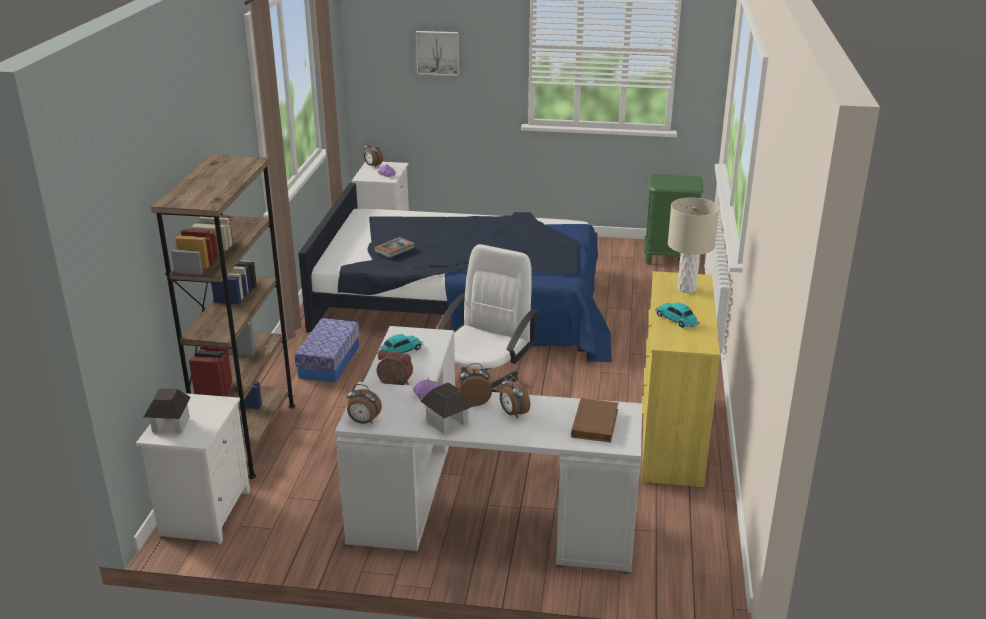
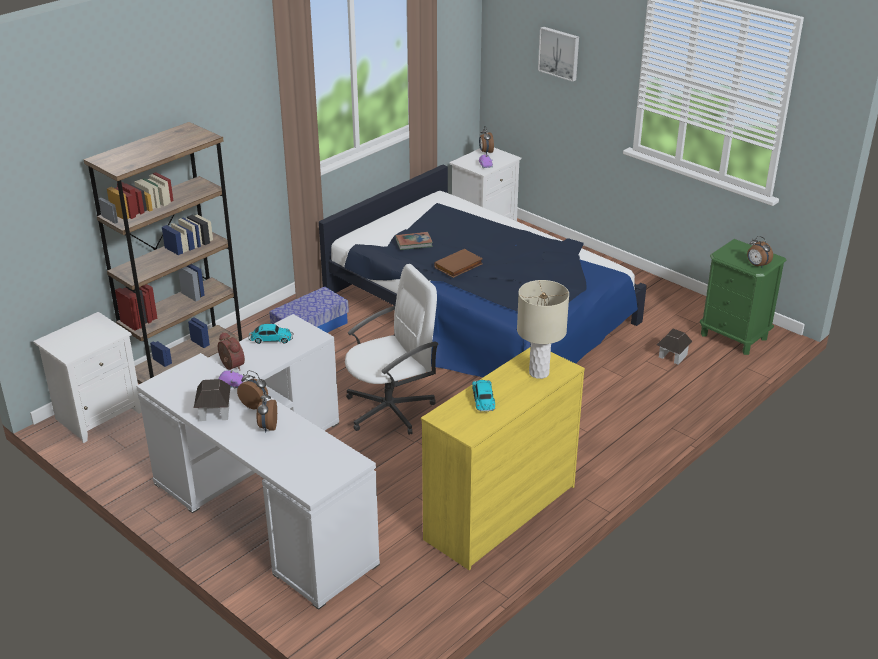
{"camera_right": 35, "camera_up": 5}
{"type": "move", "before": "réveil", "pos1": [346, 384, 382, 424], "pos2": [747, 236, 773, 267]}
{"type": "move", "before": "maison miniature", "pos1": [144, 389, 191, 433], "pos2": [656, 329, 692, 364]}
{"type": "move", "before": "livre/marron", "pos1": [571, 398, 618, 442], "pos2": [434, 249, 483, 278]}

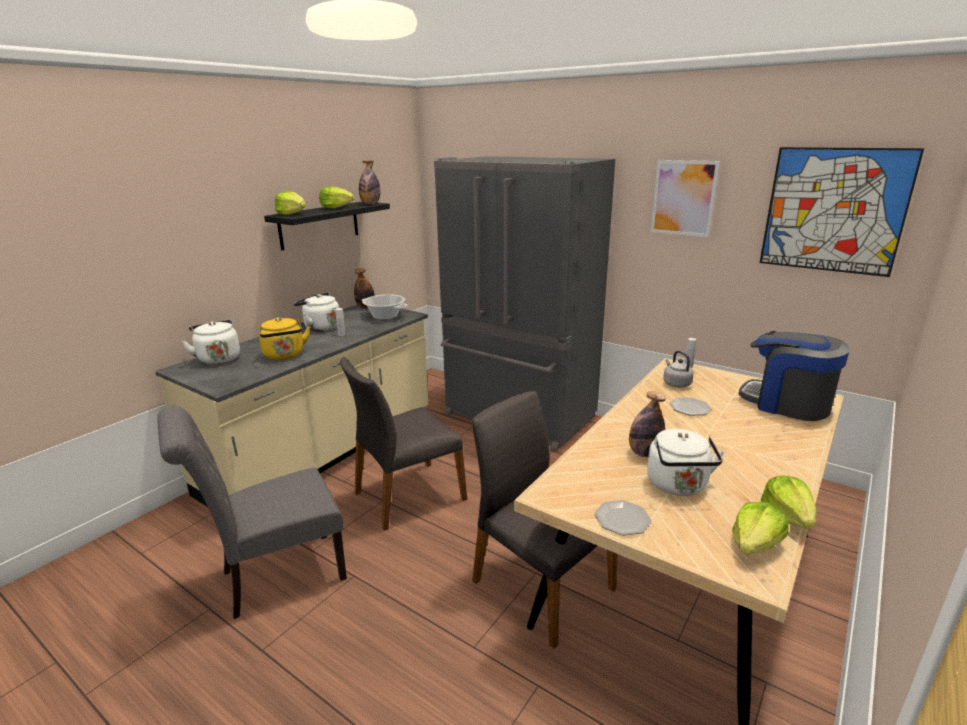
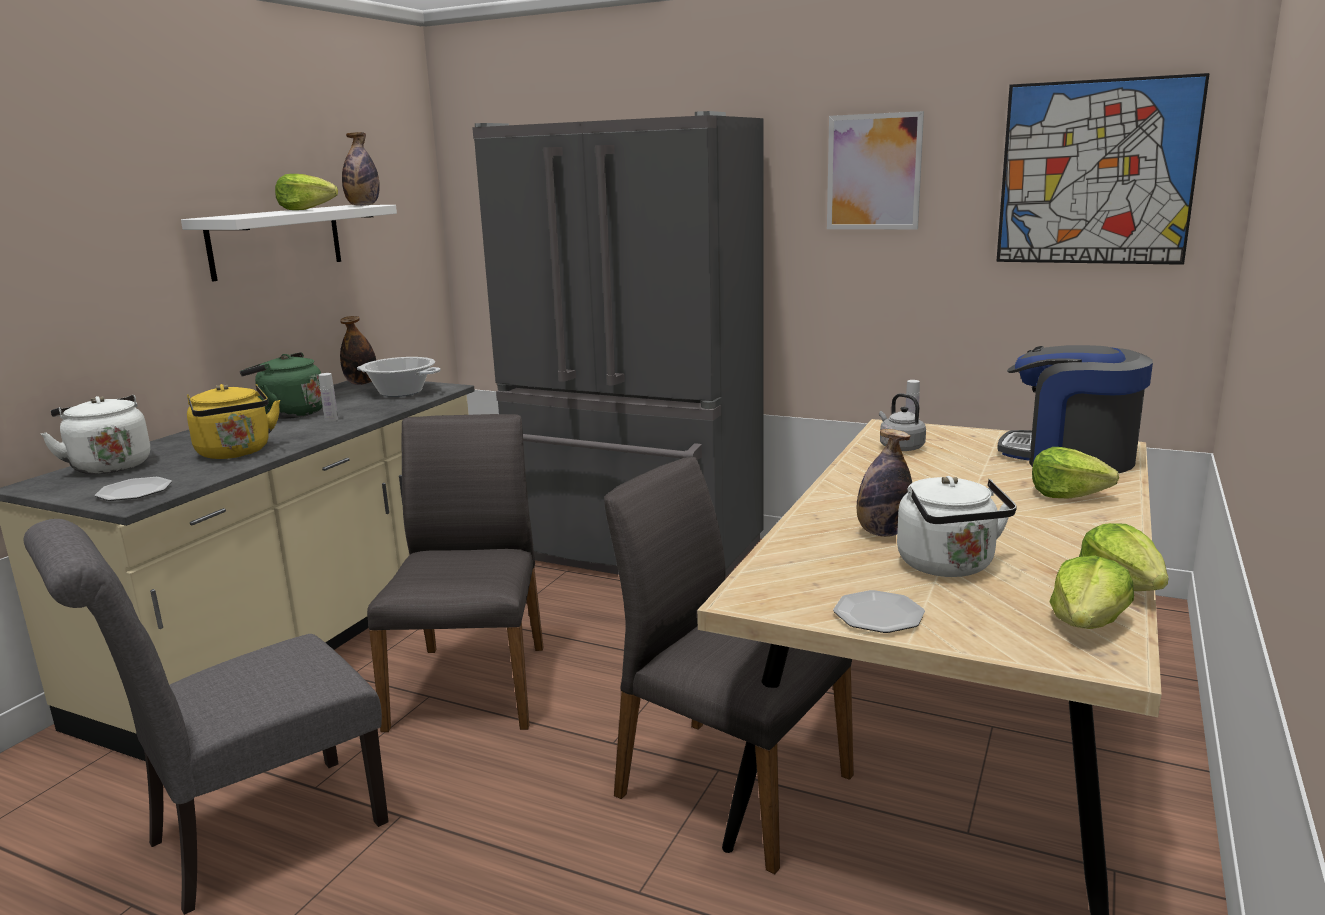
{"camera_right": -10, "camera_up": -5}
{"type": "move", "before": "laitue", "pos1": [275, 191, 306, 215], "pos2": [1032, 447, 1119, 499]}
{"type": "recolor", "before": "étagère/noir", "after": "étagère/blanc", "pos1": [264, 202, 390, 250], "pos2": [181, 205, 397, 282]}
{"type": "recolor", "before": "bouilloire/blanc", "after": "bouilloire/vert", "pos1": [294, 293, 339, 332], "pos2": [240, 352, 323, 419]}
{"type": "rotate", "before": "chaise/gris", "pos1": [340, 357, 467, 531], "pos2": [367, 414, 544, 732], "turn": 135}
{"type": "move", "before": "assiette", "pos1": [670, 397, 712, 415], "pos2": [95, 477, 172, 501]}

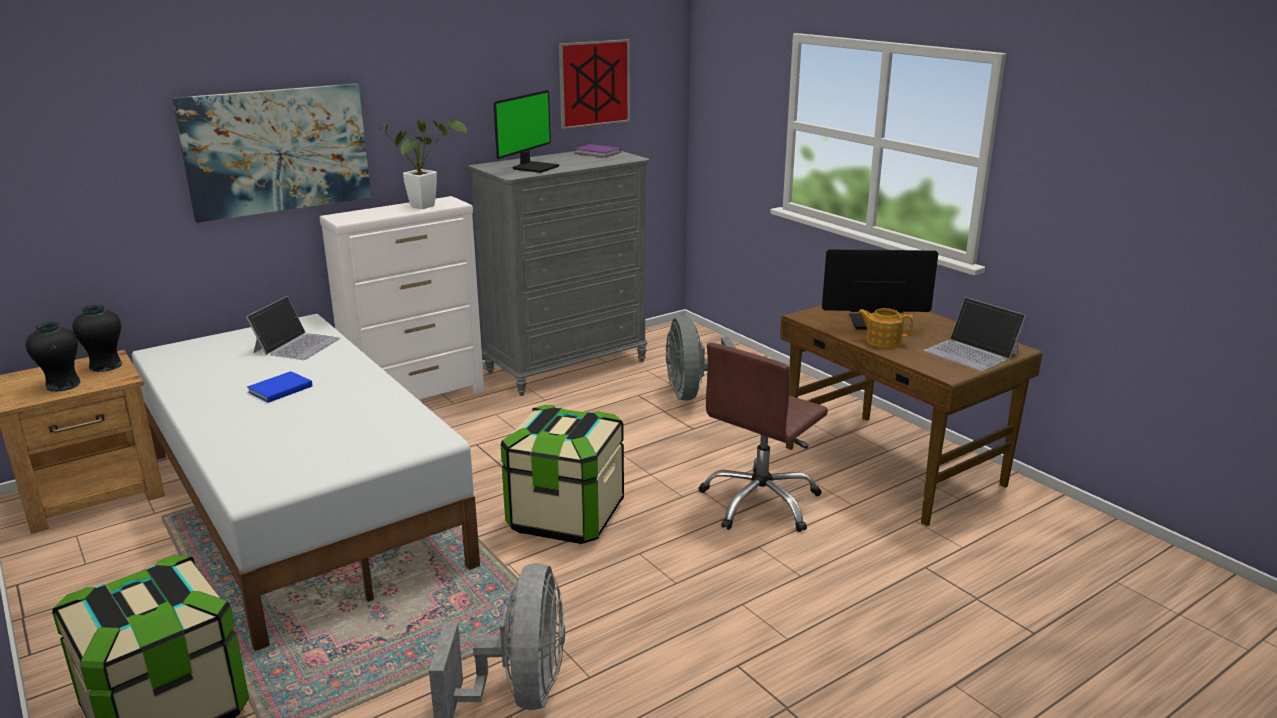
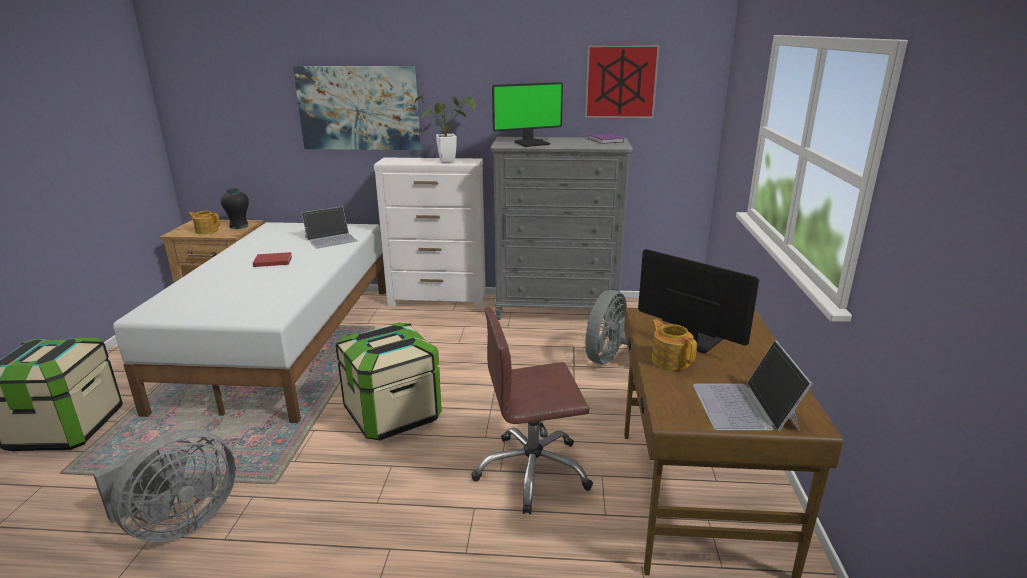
{"camera_right": 40, "camera_up": 0}
{"type": "replace", "before": "vase/noir", "after": "théière", "pos1": [26, 322, 81, 392], "pos2": [188, 211, 220, 234]}
{"type": "recolor", "before": "livre/bleu", "after": "livre/rouge", "pos1": [247, 371, 313, 403], "pos2": [253, 252, 292, 267]}

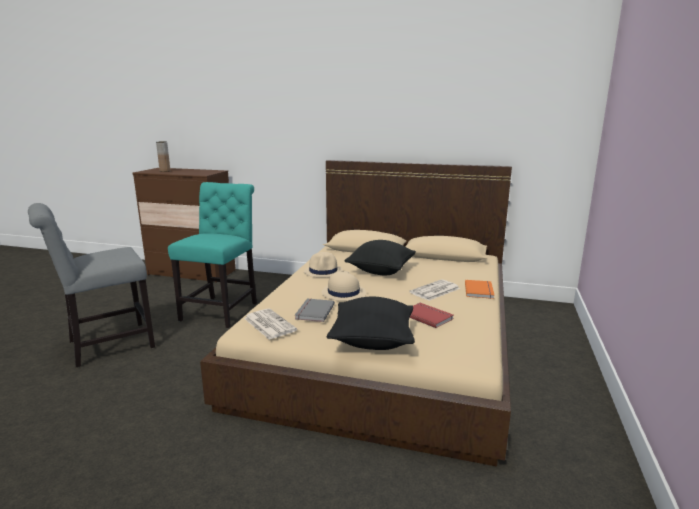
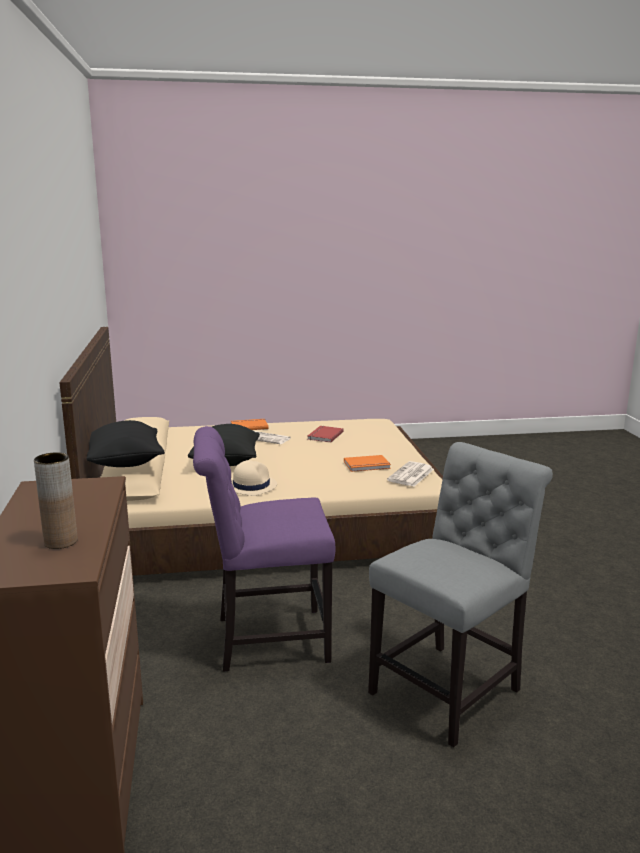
{"camera_right": -115, "camera_up": 0}
{"type": "recolor", "before": "chaise/turquoise", "after": "chaise/violet", "pos1": [168, 182, 257, 328], "pos2": [193, 426, 335, 672]}
{"type": "rotate", "before": "chaise/gris", "pos1": [28, 203, 155, 367], "pos2": [368, 442, 553, 747], "turn": -75}
{"type": "delete", "before": "chapeau/beige", "pos1": [321, 271, 366, 301]}
{"type": "move", "before": "coussin/noir", "pos1": [327, 297, 415, 350], "pos2": [86, 420, 165, 467]}
{"type": "recolor", "before": "livre/gris", "after": "livre/orange", "pos1": [295, 299, 335, 322], "pos2": [344, 455, 391, 472]}

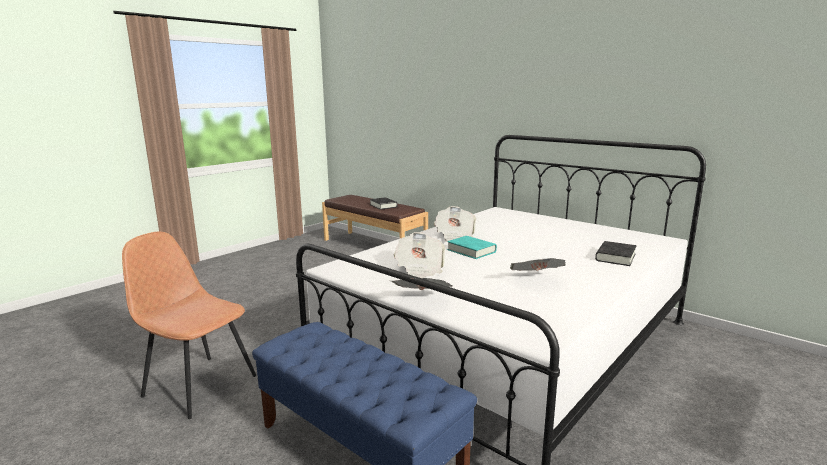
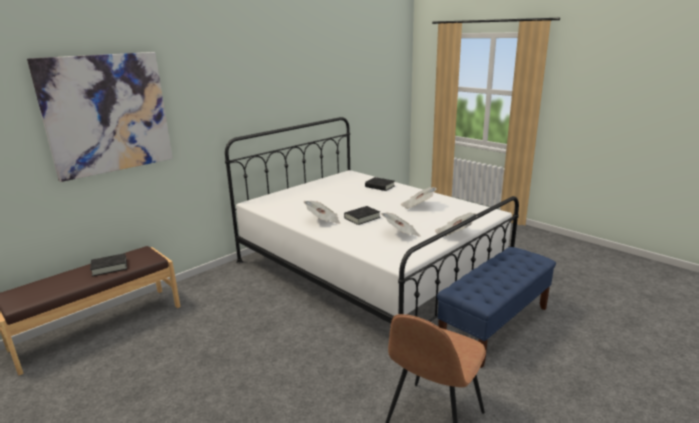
{"camera_right": -85, "camera_up": 5}
{"type": "recolor", "before": "livre/turquoise", "after": "livre/noir", "pos1": [447, 236, 497, 259], "pos2": [344, 206, 380, 225]}
{"type": "insert", "after": "tableau", "pos2": [27, 52, 173, 182]}

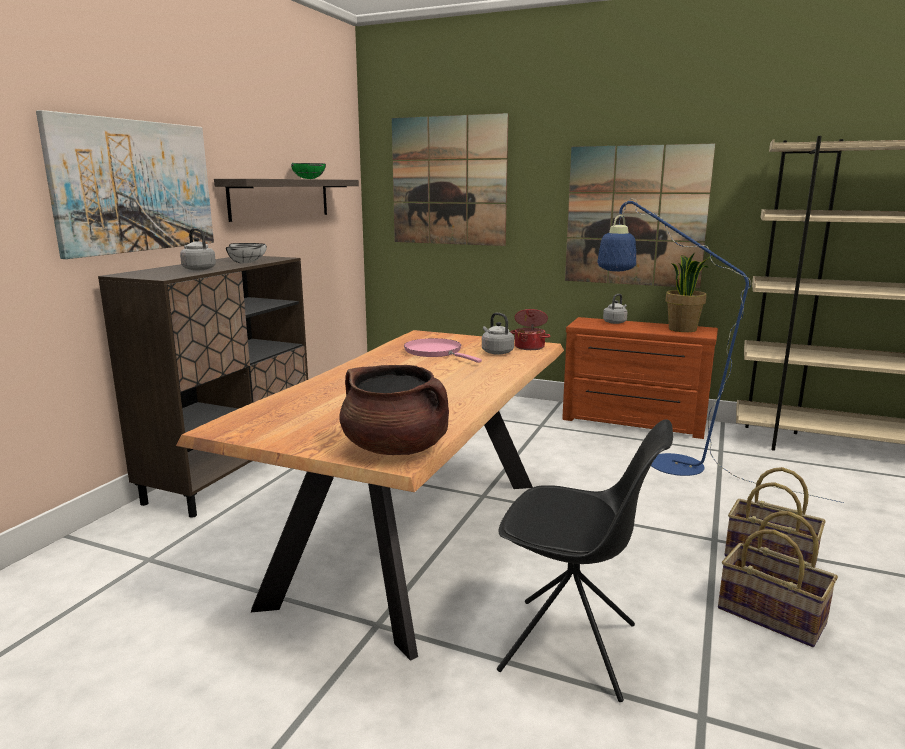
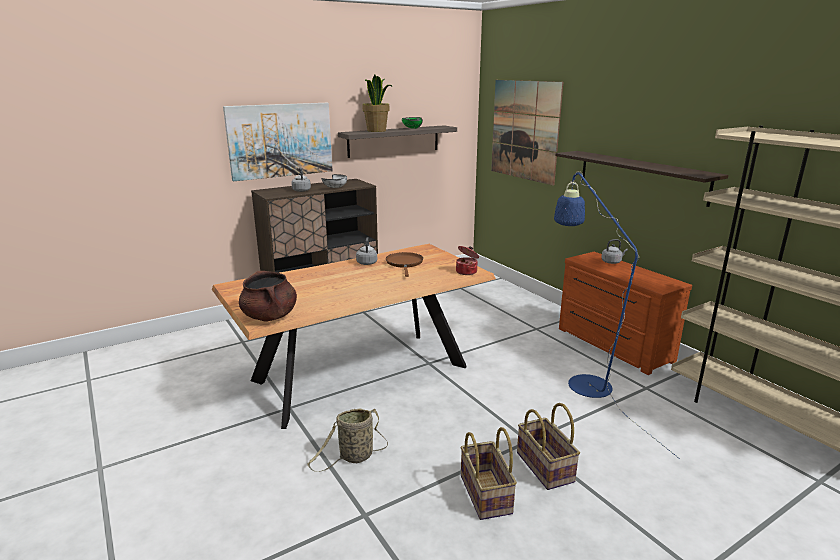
{"camera_right": 35, "camera_up": 5}
{"type": "replace", "before": "tableau", "after": "étagère", "pos1": [565, 144, 715, 288], "pos2": [555, 151, 729, 207]}
{"type": "move", "before": "plante en pot", "pos1": [666, 253, 713, 332], "pos2": [362, 75, 393, 132]}
{"type": "move", "before": "bouilloire/gris", "pos1": [482, 313, 514, 355], "pos2": [356, 237, 377, 265]}
{"type": "recolor", "before": "poêle/rose", "after": "poêle/marron", "pos1": [404, 338, 482, 363], "pos2": [386, 252, 423, 277]}
{"type": "replace", "before": "chaise/noir", "after": "panier", "pos1": [497, 419, 673, 702], "pos2": [307, 408, 388, 472]}

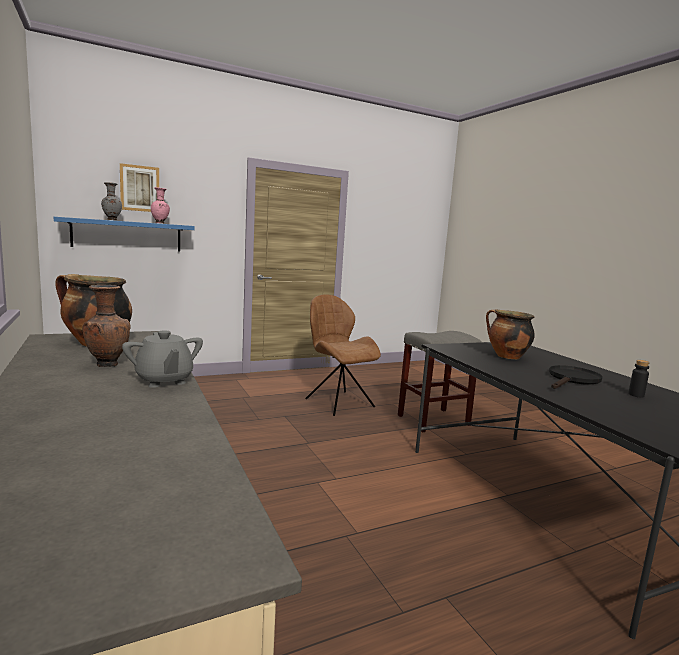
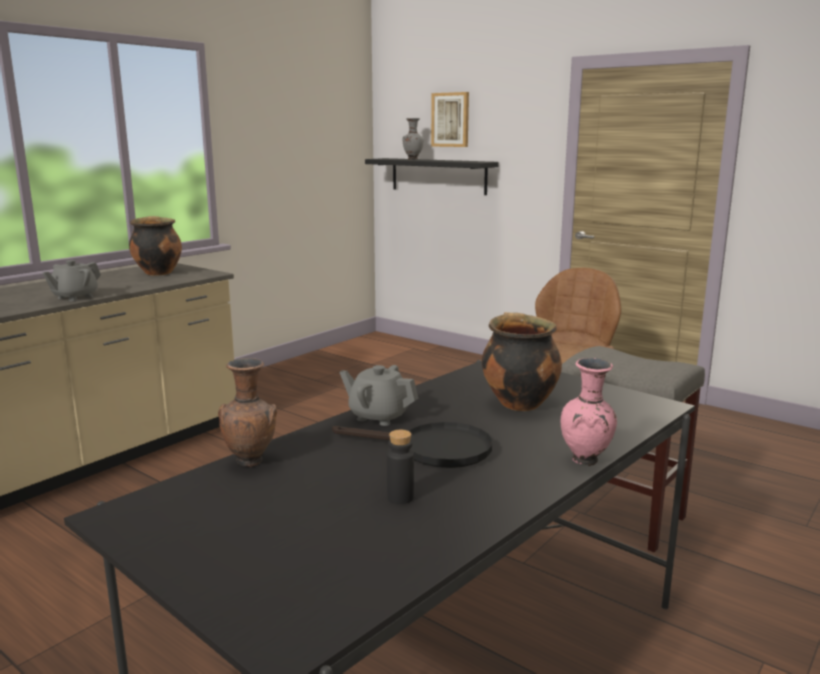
{"camera_right": 65, "camera_up": 5}
{"type": "move", "before": "vase/rose", "pos1": [151, 187, 170, 224], "pos2": [561, 358, 617, 466]}
{"type": "recolor", "before": "étagère/bleu", "after": "étagère/noir", "pos1": [54, 217, 194, 252], "pos2": [365, 158, 499, 195]}
{"type": "move", "before": "vase/marron", "pos1": [82, 285, 130, 367], "pos2": [218, 358, 277, 467]}
{"type": "insert", "after": "théière/gris", "pos2": [340, 365, 418, 426]}

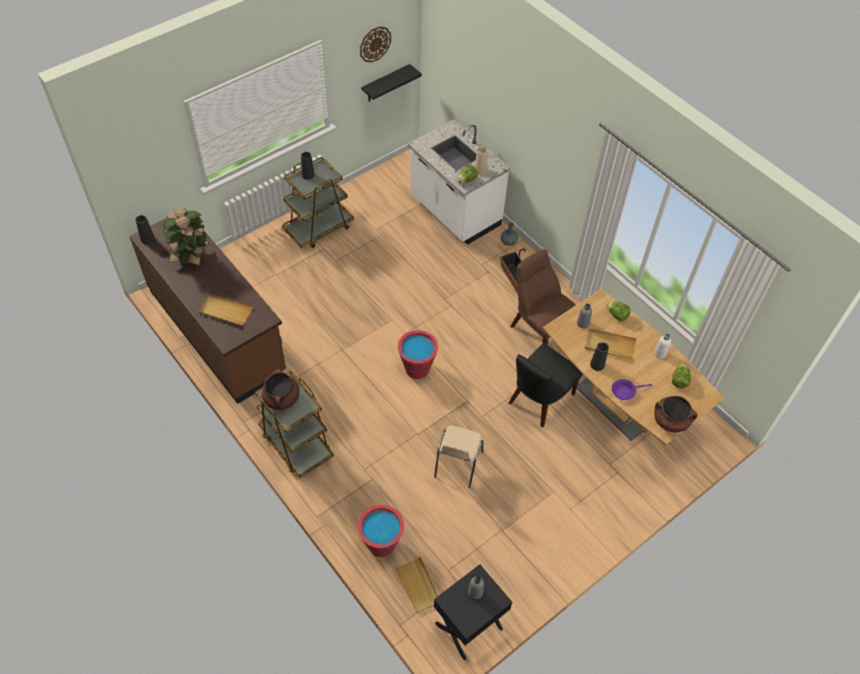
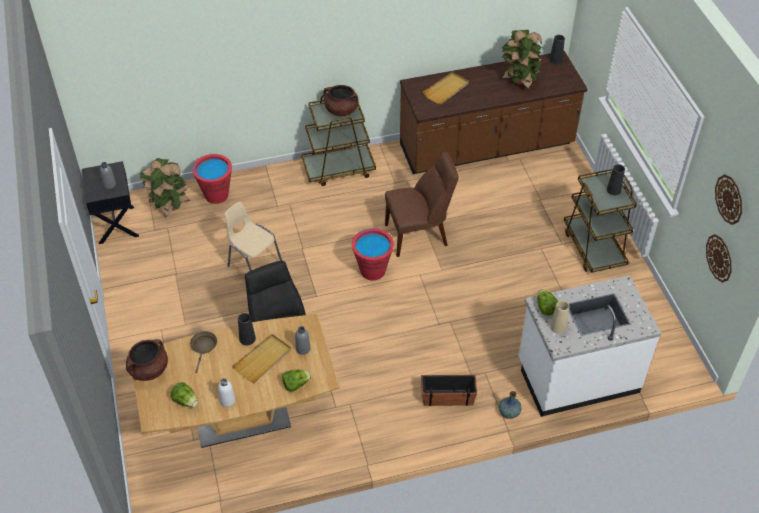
{"camera_right": 115, "camera_up": -5}
{"type": "replace", "before": "étagère/noir", "after": "horloge murale", "pos1": [361, 64, 422, 102], "pos2": [706, 234, 732, 283]}
{"type": "move", "before": "chaise/marron", "pos1": [510, 249, 576, 345], "pos2": [385, 151, 458, 257]}
{"type": "recolor", "before": "poêle/violet", "after": "poêle/marron", "pos1": [612, 379, 652, 400], "pos2": [190, 331, 217, 373]}
{"type": "replace", "before": "plateau/beige", "after": "plante en pot", "pos1": [394, 556, 438, 614], "pos2": [140, 158, 190, 217]}

